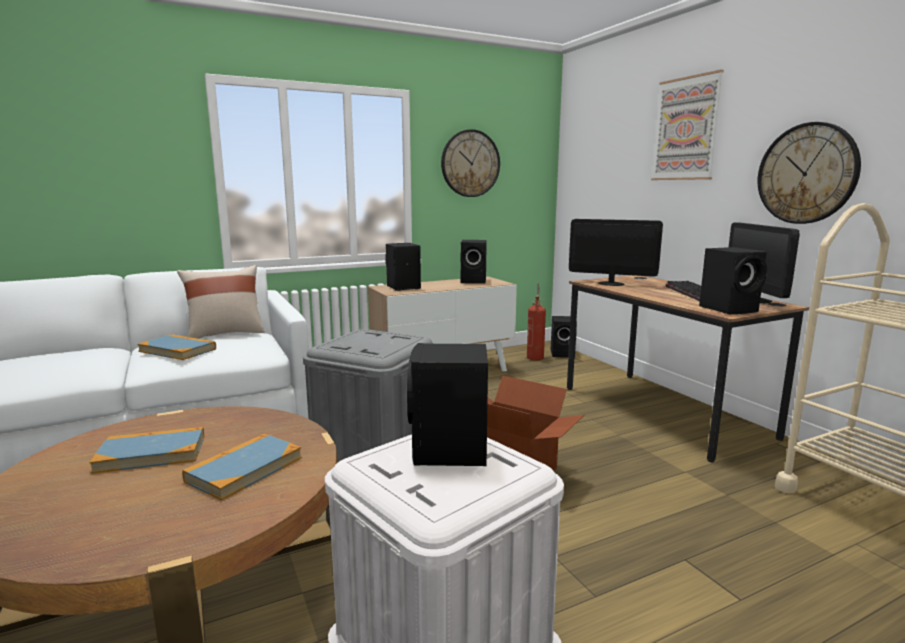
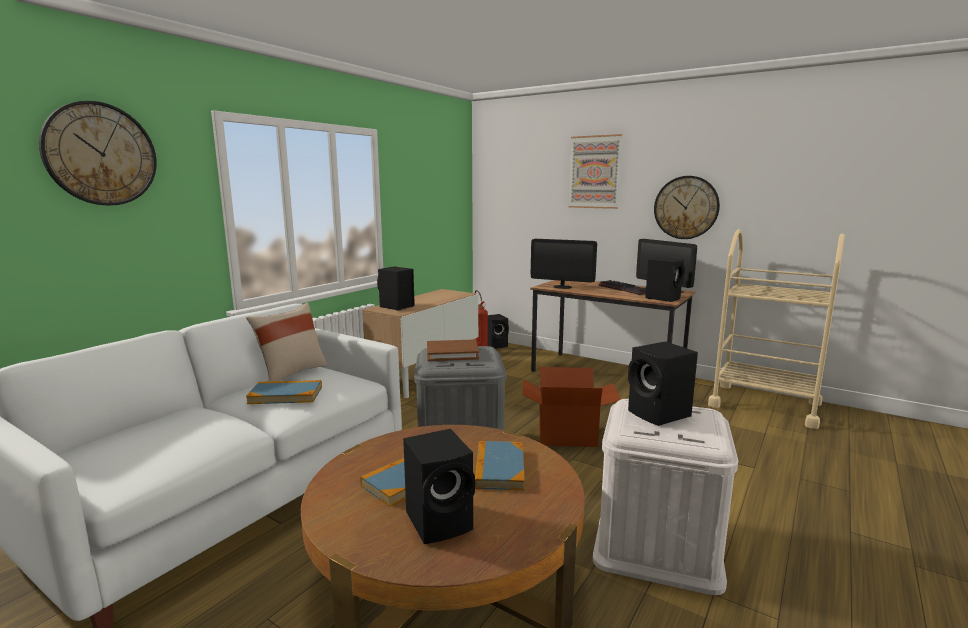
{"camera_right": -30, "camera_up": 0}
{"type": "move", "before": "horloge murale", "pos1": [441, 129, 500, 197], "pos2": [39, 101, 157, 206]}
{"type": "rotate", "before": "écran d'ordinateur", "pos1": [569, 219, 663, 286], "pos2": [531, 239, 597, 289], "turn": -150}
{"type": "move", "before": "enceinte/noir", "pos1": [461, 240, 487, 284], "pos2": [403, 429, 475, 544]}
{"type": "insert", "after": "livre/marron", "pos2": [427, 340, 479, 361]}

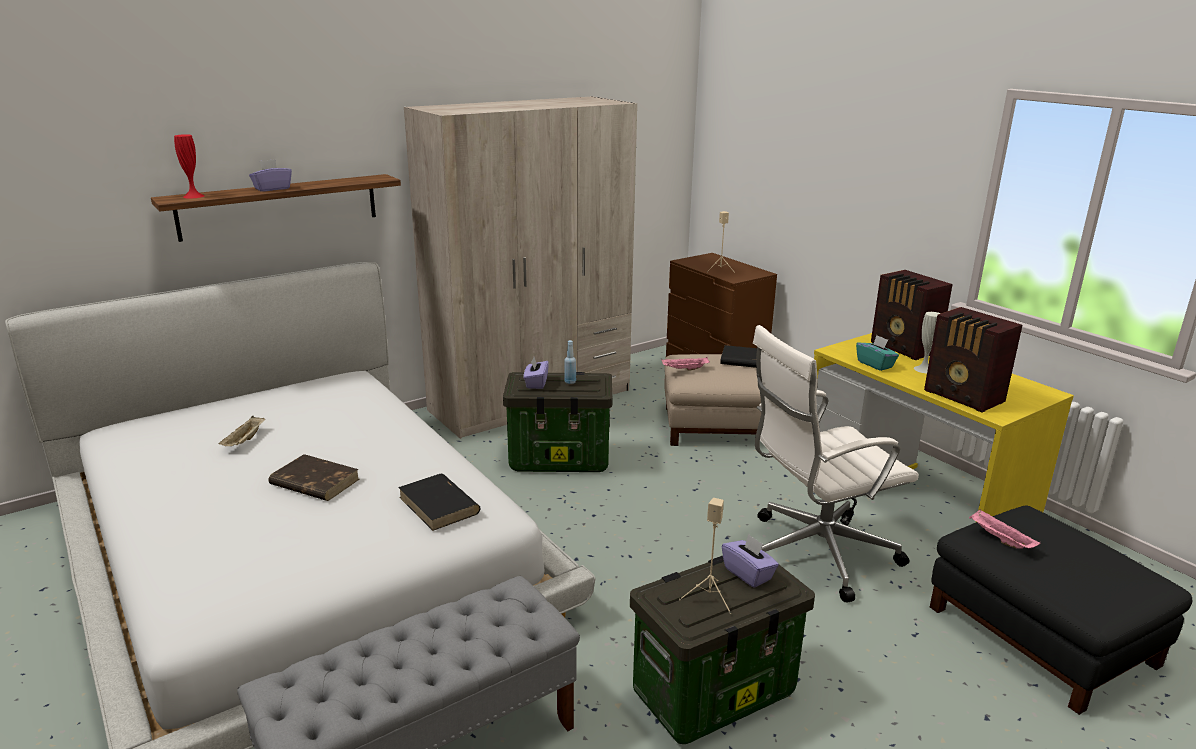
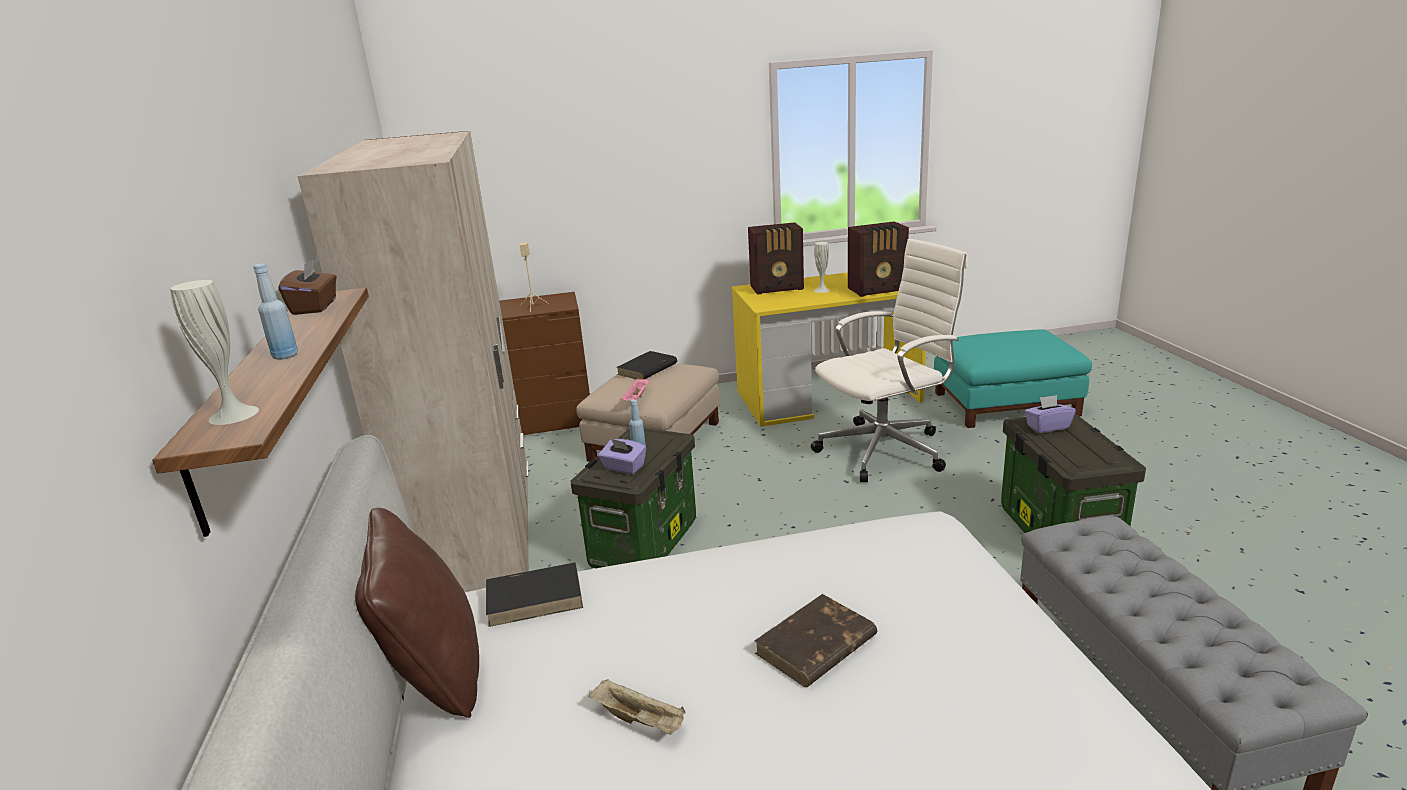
{"camera_right": -65, "camera_up": 0}
{"type": "recolor", "before": "vase/rouge", "after": "vase/blanc", "pos1": [174, 134, 205, 198], "pos2": [170, 280, 259, 425]}
{"type": "replace", "before": "boîte à mouchoirs/violet", "after": "bouteille/bleu", "pos1": [249, 159, 292, 192], "pos2": [253, 264, 298, 360]}
{"type": "rotate", "before": "chaise de bureau/blanc", "pos1": [753, 325, 919, 603], "pos2": [811, 238, 968, 482], "turn": -120}
{"type": "delete", "before": "boîte à mouchoirs/turquoise", "pos1": [856, 335, 899, 371]}
{"type": "move", "before": "livre/noir", "pos1": [398, 474, 481, 531], "pos2": [486, 562, 583, 627]}
{"type": "delete", "before": "enceinte/beige", "pos1": [679, 498, 731, 614]}
{"type": "recolor", "before": "pouf/noir", "after": "pouf/turquoise", "pos1": [930, 506, 1192, 715], "pos2": [934, 329, 1092, 428]}
{"type": "delete", "before": "plateau/rose", "pos1": [969, 509, 1041, 549]}
{"type": "insert", "after": "boîte à mouchoirs/marron", "pos2": [279, 258, 337, 315]}
{"type": "insert", "after": "coussin/marron", "pos2": [355, 508, 479, 718]}

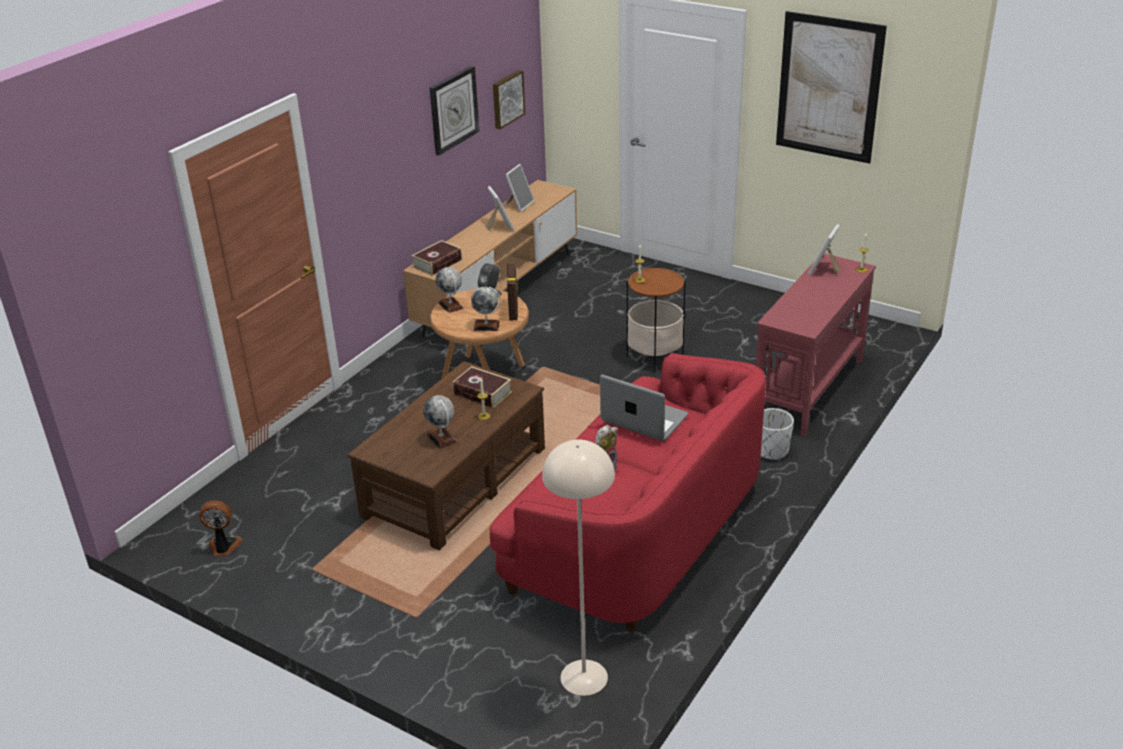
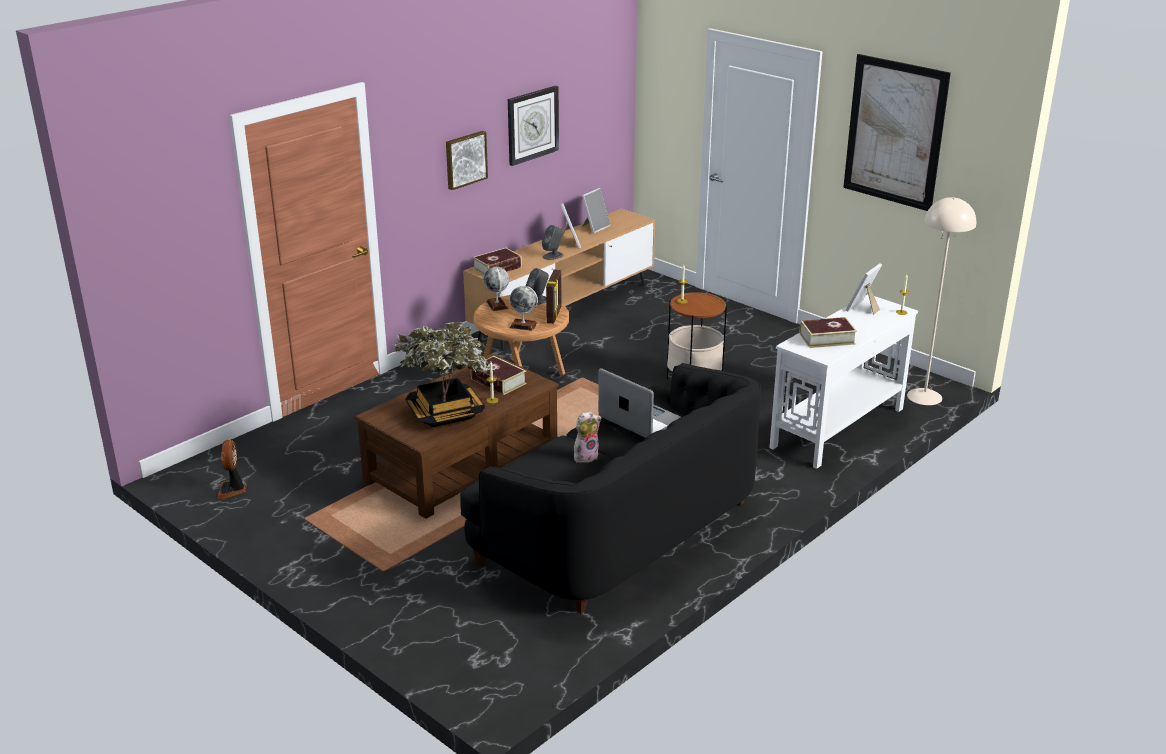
{"camera_right": 10, "camera_up": -5}
{"type": "move", "before": "tableau", "pos1": [493, 70, 525, 129], "pos2": [446, 131, 488, 190]}
{"type": "recolor", "before": "table console/rouge", "after": "table console/blanc", "pos1": [756, 253, 876, 437], "pos2": [769, 294, 918, 469]}
{"type": "recolor", "before": "canapé/rouge", "after": "canapé/noir", "pos1": [489, 353, 766, 633], "pos2": [460, 363, 761, 614]}
{"type": "replace", "before": "globe", "after": "plante en pot", "pos1": [423, 395, 457, 449], "pos2": [392, 322, 489, 427]}
{"type": "delete", "before": "cache-pot/blanc", "pos1": [761, 408, 794, 460]}
{"type": "move", "before": "lampadaire/beige", "pos1": [542, 440, 615, 696], "pos2": [907, 197, 976, 405]}
{"type": "rotate", "before": "ventilateur", "pos1": [199, 500, 243, 556], "pos2": [217, 440, 247, 499], "turn": -105}
{"type": "insert", "after": "enceinte/gris", "pos2": [542, 225, 563, 260]}
{"type": "insert", "after": "livre", "pos2": [799, 317, 857, 348]}

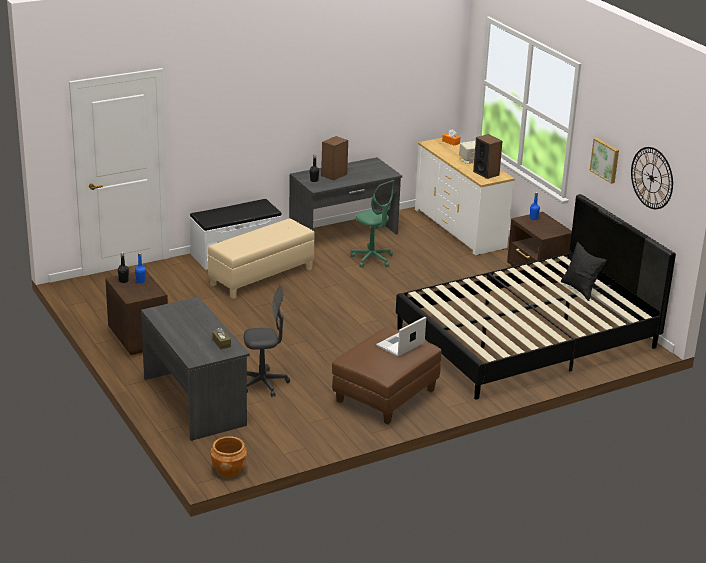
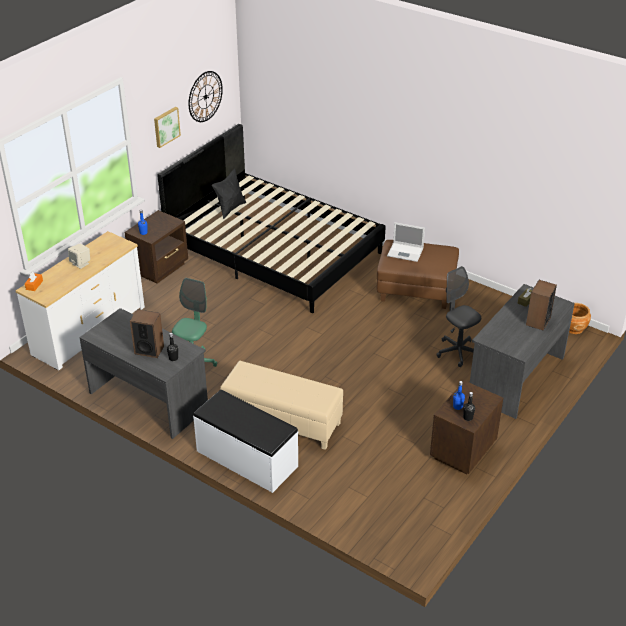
{"camera_right": -115, "camera_up": 10}
{"type": "move", "before": "enceinte", "pos1": [473, 134, 502, 179], "pos2": [526, 280, 557, 331]}

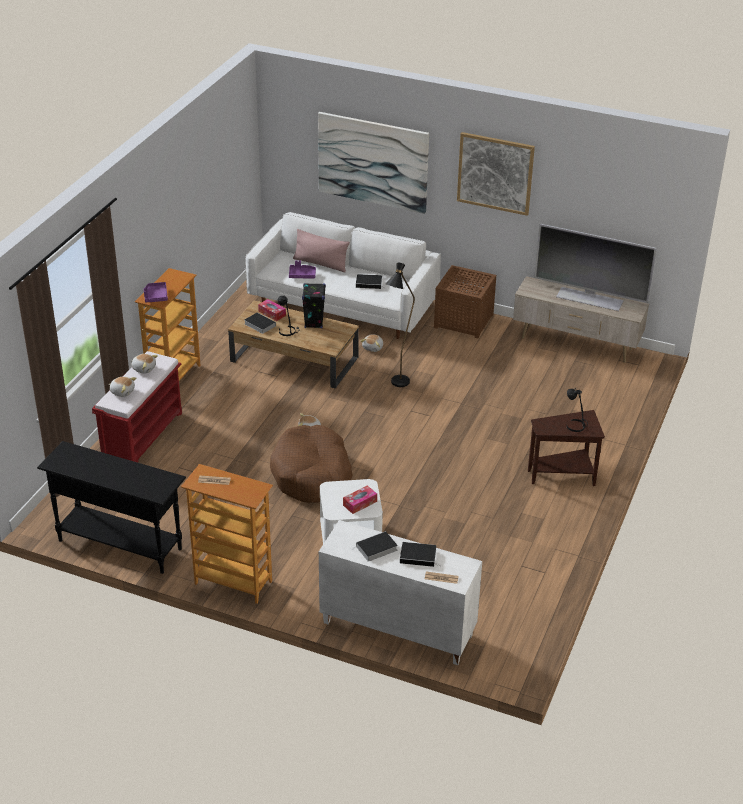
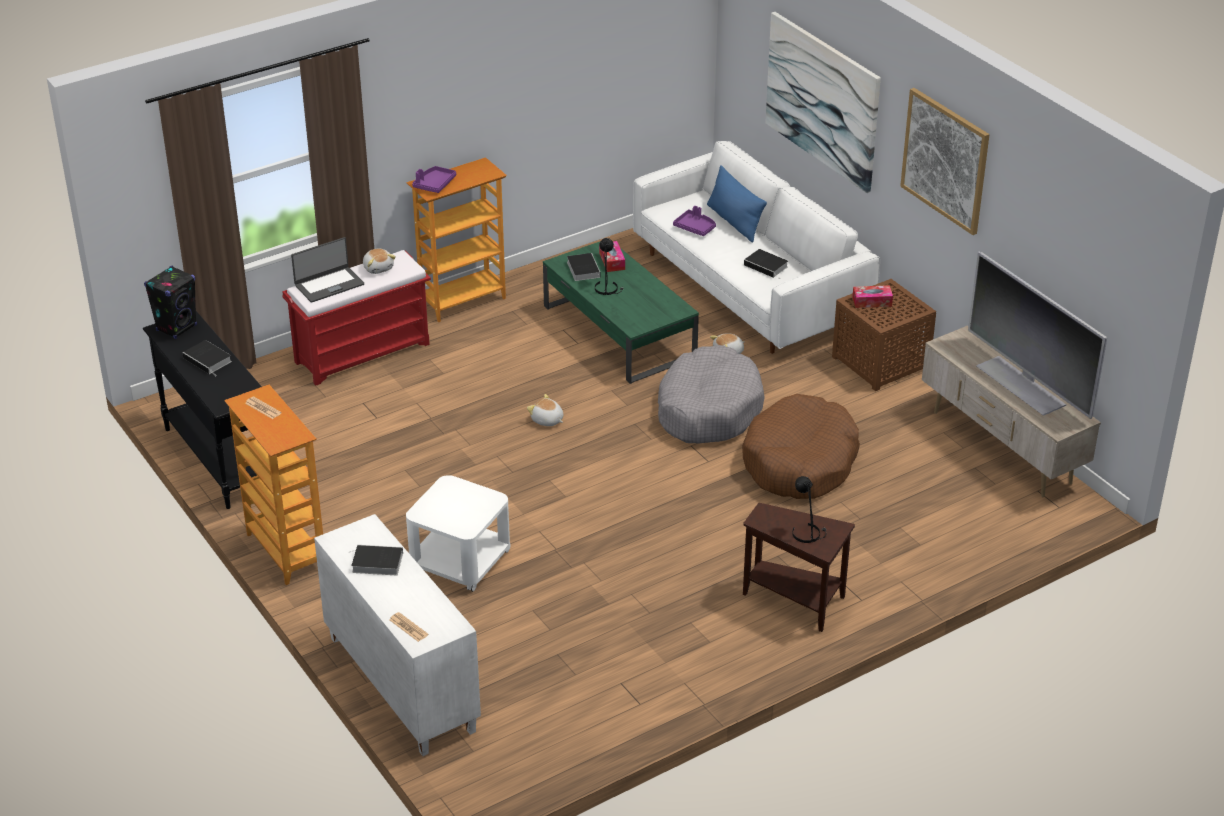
{"camera_right": 35, "camera_up": 0}
{"type": "recolor", "before": "coussin/rose", "after": "coussin/bleu", "pos1": [293, 229, 350, 272], "pos2": [707, 166, 767, 242]}
{"type": "replace", "before": "lampadaire/noir", "after": "panier pour chien/gris", "pos1": [385, 262, 415, 387], "pos2": [658, 345, 765, 444]}
{"type": "move", "before": "enceinte/noir", "pos1": [302, 283, 326, 328], "pos2": [144, 266, 197, 339]}
{"type": "recolor", "before": "table basse/marron", "after": "table basse/vert", "pos1": [228, 300, 359, 389], "pos2": [543, 242, 699, 384]}
{"type": "replace", "before": "peluche", "after": "ordinateur portable", "pos1": [109, 377, 136, 397], "pos2": [291, 237, 364, 303]}
{"type": "move", "before": "panier pour chien/marron", "pos1": [270, 425, 353, 503], "pos2": [742, 394, 860, 499]}
{"type": "move", "before": "boîte à mouchoirs", "pos1": [343, 486, 377, 514], "pos2": [852, 285, 893, 308]}
{"type": "move", "before": "livre", "pos1": [400, 542, 441, 567], "pos2": [182, 340, 232, 376]}

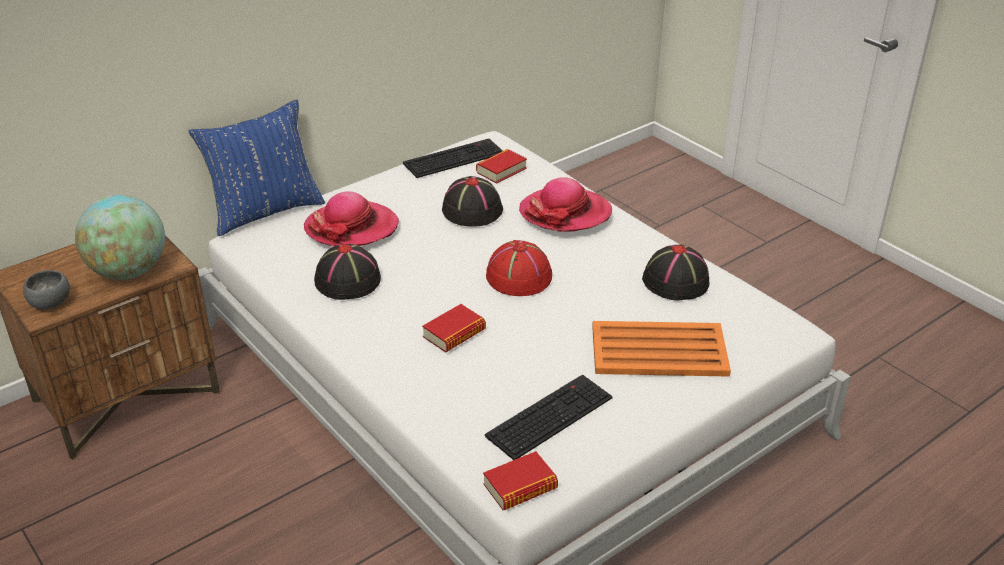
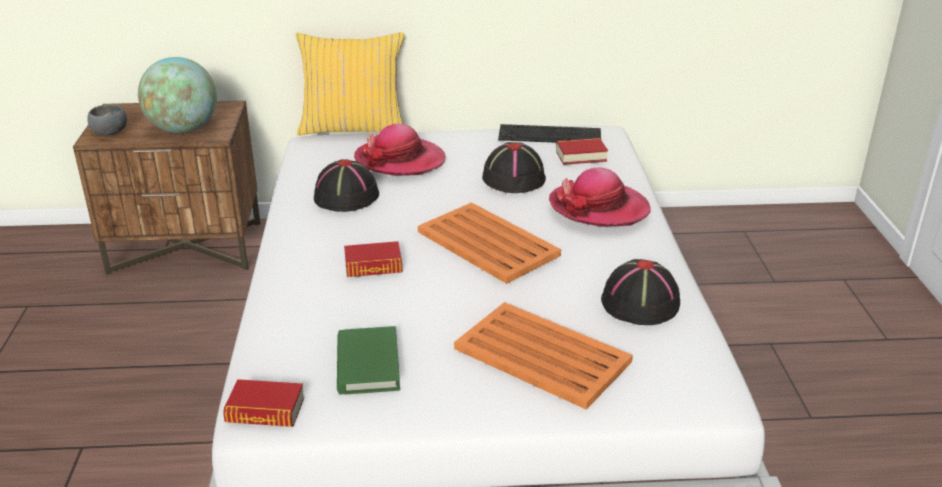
{"camera_right": 35, "camera_up": -5}
{"type": "recolor", "before": "coussin/bleu", "after": "coussin/jaune", "pos1": [189, 99, 325, 236], "pos2": [296, 32, 404, 136]}
{"type": "replace", "before": "chapeau/rouge", "after": "plateau/orange", "pos1": [486, 240, 552, 296], "pos2": [418, 202, 561, 284]}
{"type": "replace", "before": "clavier", "after": "livre/vert", "pos1": [485, 374, 613, 460], "pos2": [337, 326, 400, 395]}

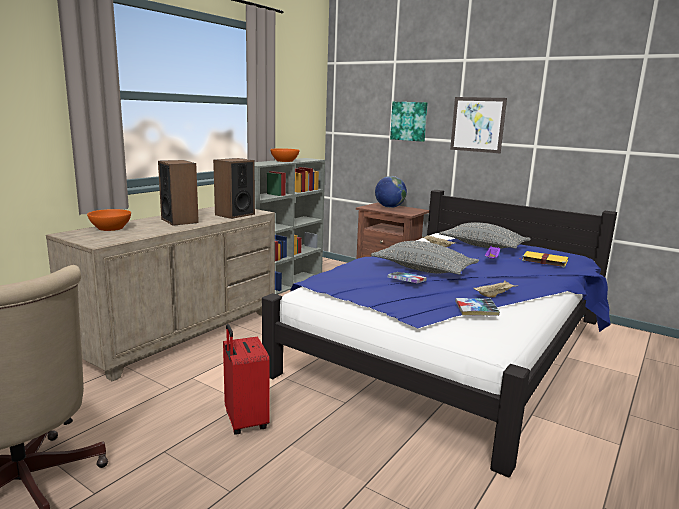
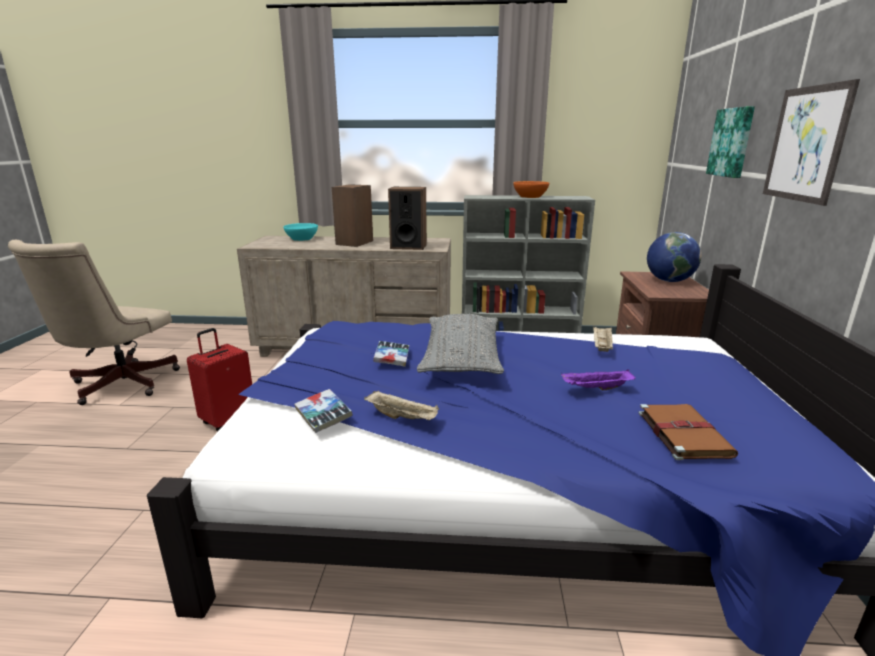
{"camera_right": 60, "camera_up": 5}
{"type": "recolor", "before": "bol/orange", "after": "bol/turquoise", "pos1": [87, 209, 131, 231], "pos2": [283, 223, 318, 241]}
{"type": "delete", "before": "coussin/gris", "pos1": [439, 222, 531, 249]}
{"type": "recolor", "before": "livre/jaune", "after": "livre/marron", "pos1": [520, 251, 568, 268], "pos2": [638, 404, 738, 460]}

